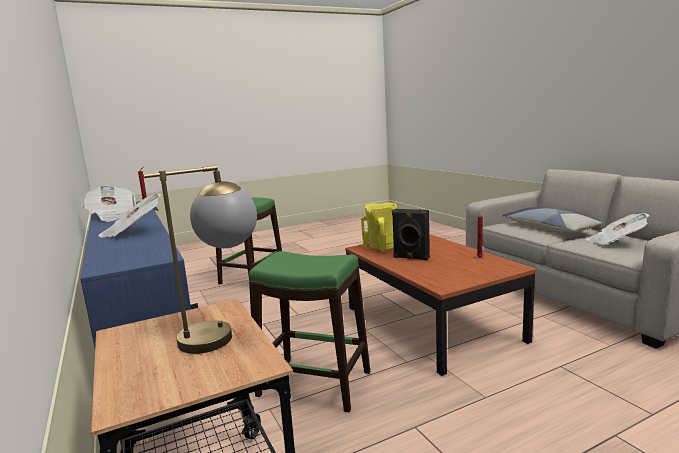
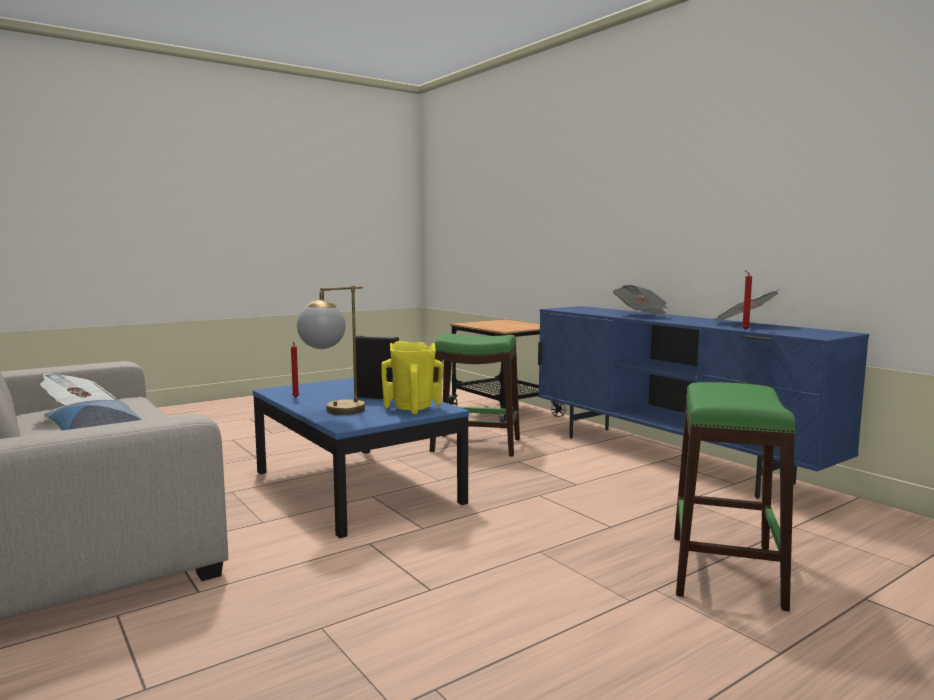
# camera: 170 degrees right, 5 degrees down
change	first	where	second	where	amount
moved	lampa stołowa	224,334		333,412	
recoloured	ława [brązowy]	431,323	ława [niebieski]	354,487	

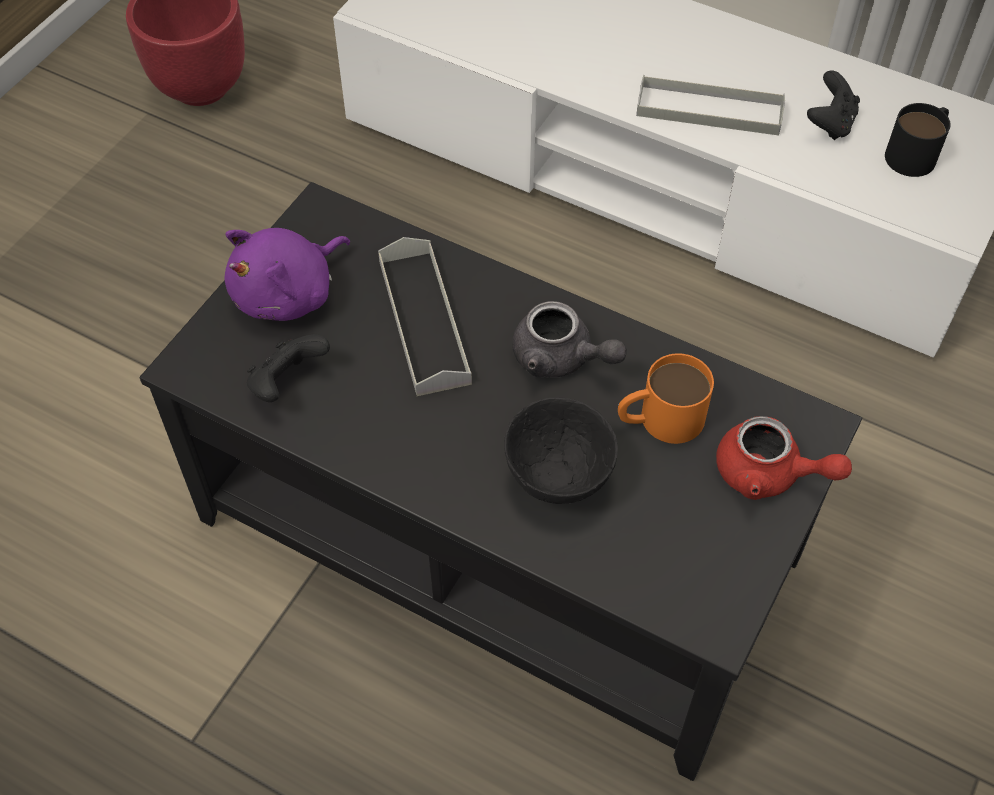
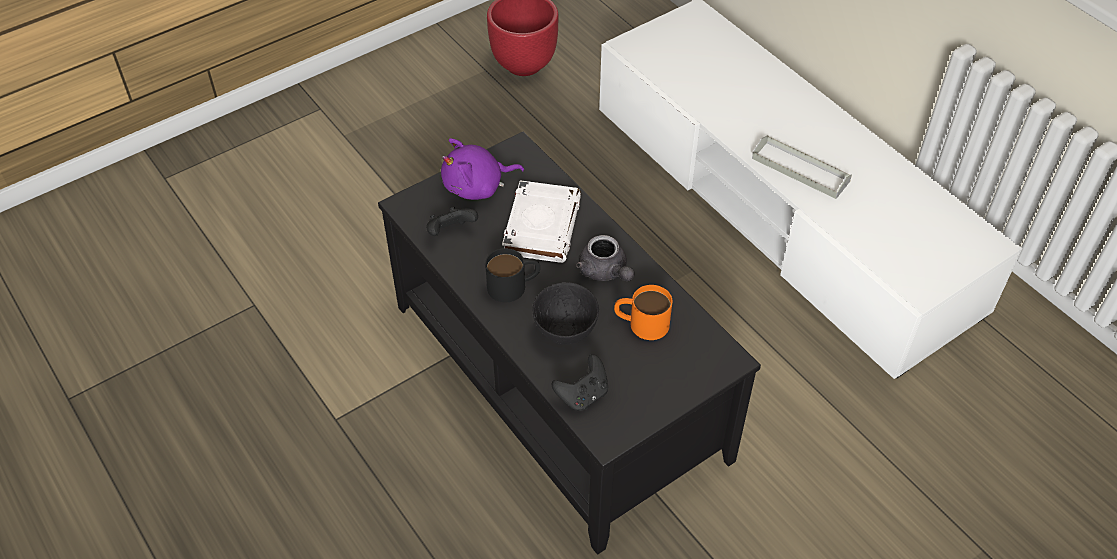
# camera: 25 degrees right, 5 degrees down
change	first	where	second	where	amount
removed	imbryk [czerwony]	769,474			
moved	pad do gier [czarny]	830,124		582,395	
moved	kubek [czarny]	917,153		514,285	
replaced	taca [szary]	424,321	książka [biały]	541,225	

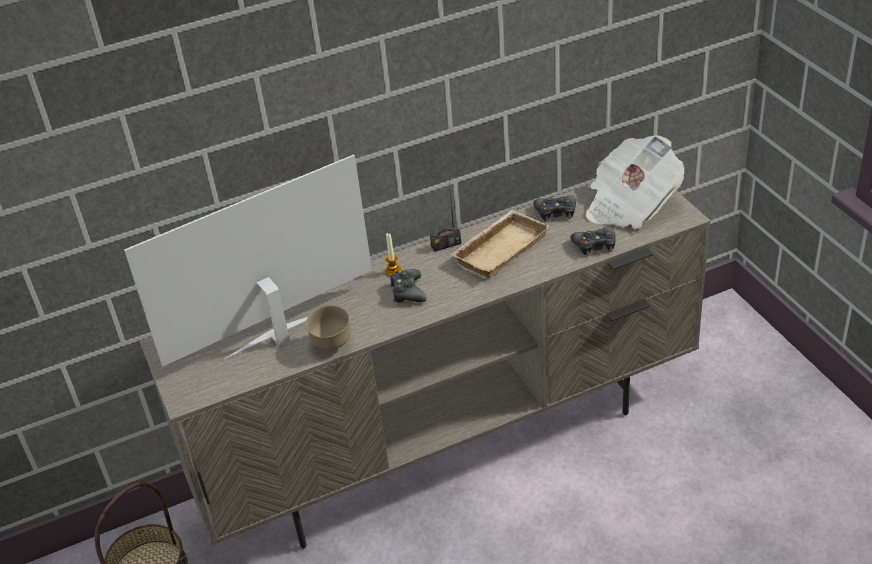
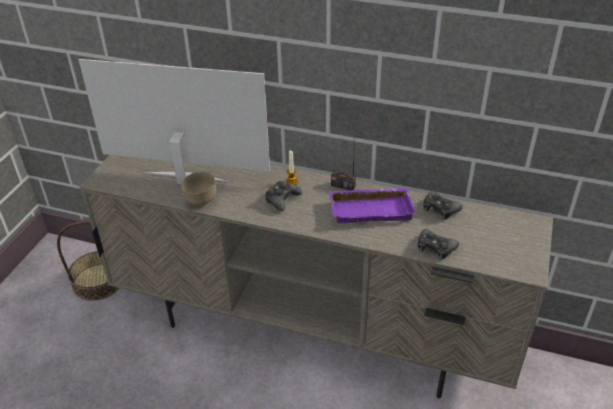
# camera: 40 degrees right, 0 degrees up
change	first	where	second	where	amount
removed	gazeta	630,204			
recoloured	taca [beżowy]	499,248	taca [fioletowy]	371,209	

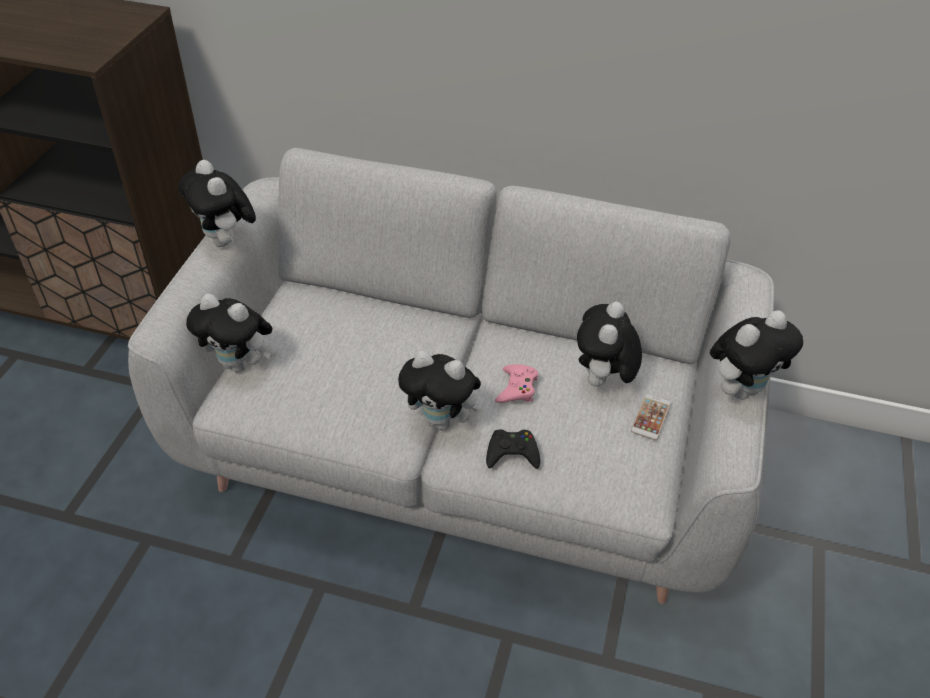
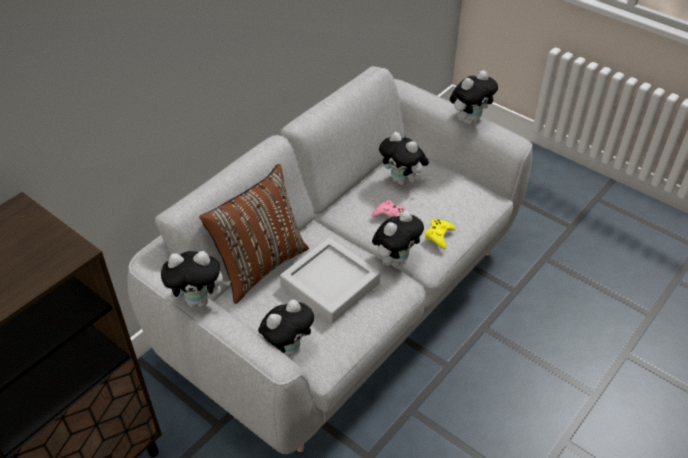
# camera: 65 degrees left, 0 degrees up
change	first	where	second	where	amount
removed	telefon	650,417			
added			poduszka [brązowy]	259,266	
added			taca [szary]	330,285	
recoloured	pad do gier [czarny]	512,453	pad do gier [żółty]	439,236	
turned	pluszak	741,389		469,120	60 degrees clockwise

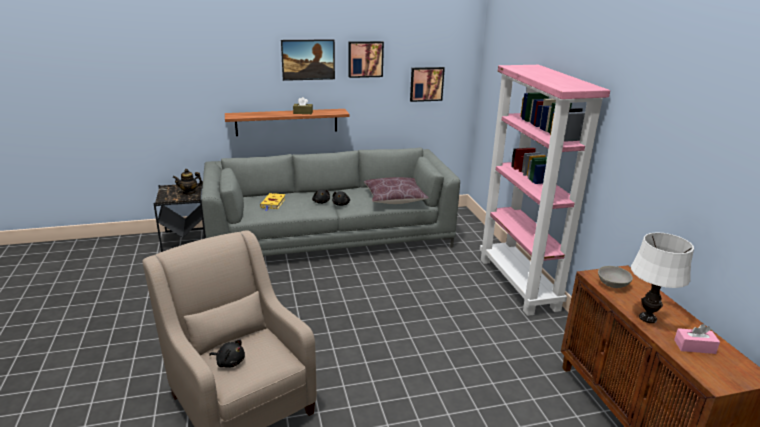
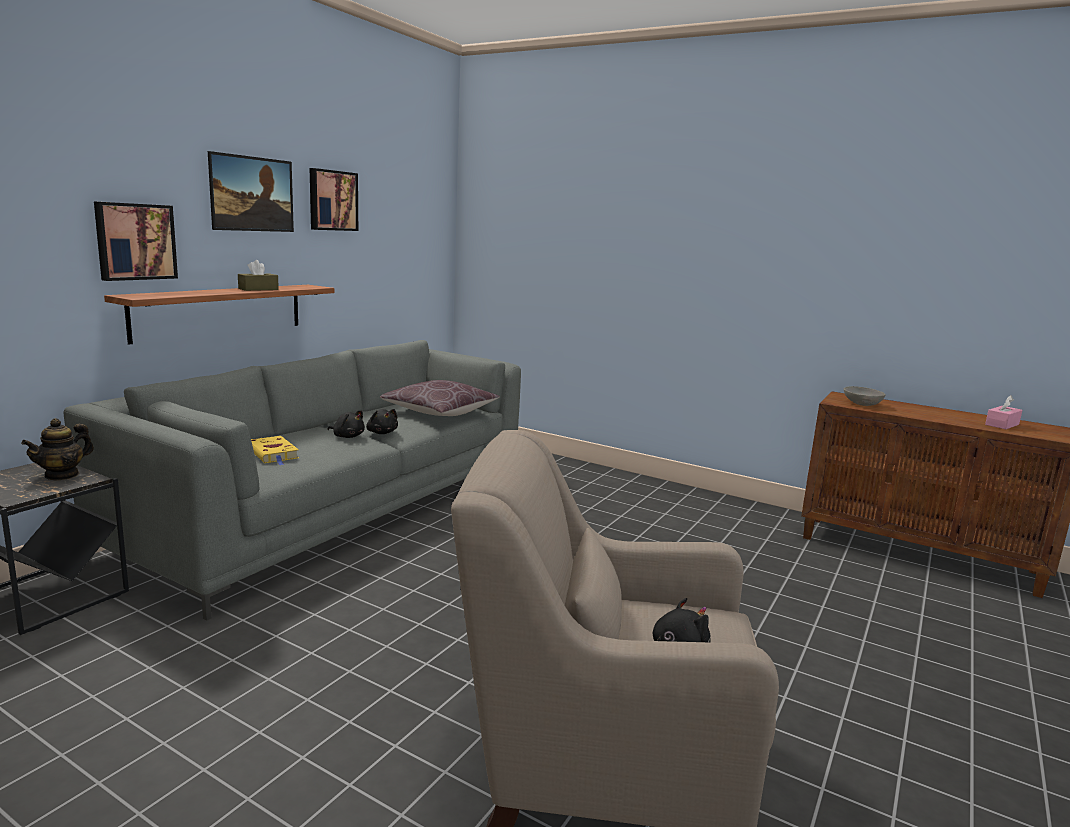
# camera: 45 degrees left, 10 degrees down
change	first	where	second	where	amount
removed	regał [różowy]	519,284			
removed	lampa stołowa [biały]	647,318			
moved	obraz	426,84		135,241	

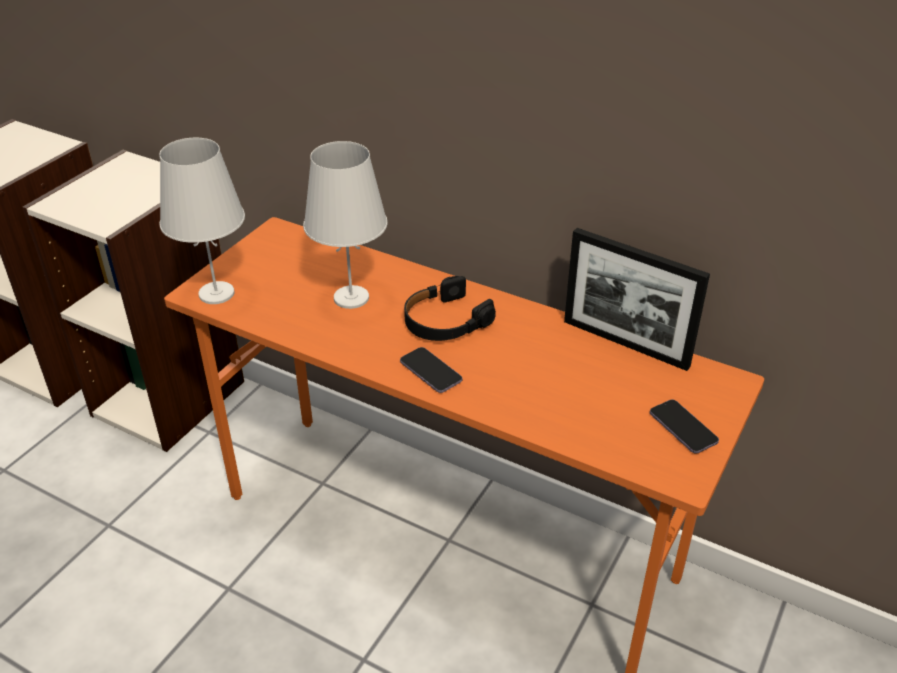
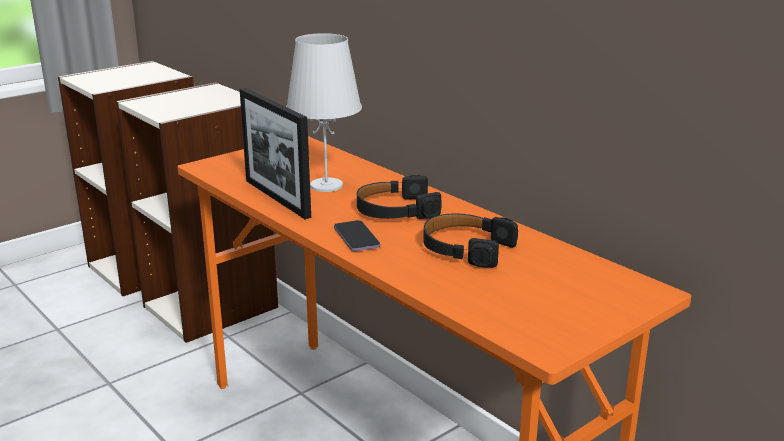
# camera: 20 degrees right, 15 degrees down
change	first	where	second	where	amount
removed	lampa stołowa [biały]	216,293			
removed	telefon	683,428			
added			słuchawki [czarny]	466,248	
moved	ramka na zdjęcie	625,343		277,198	

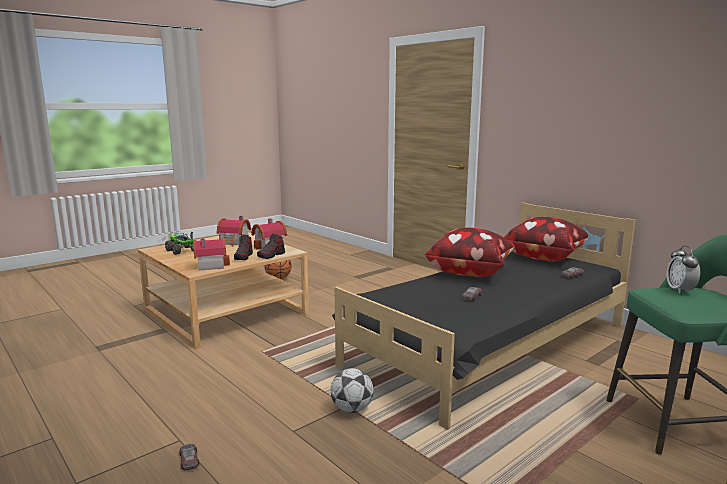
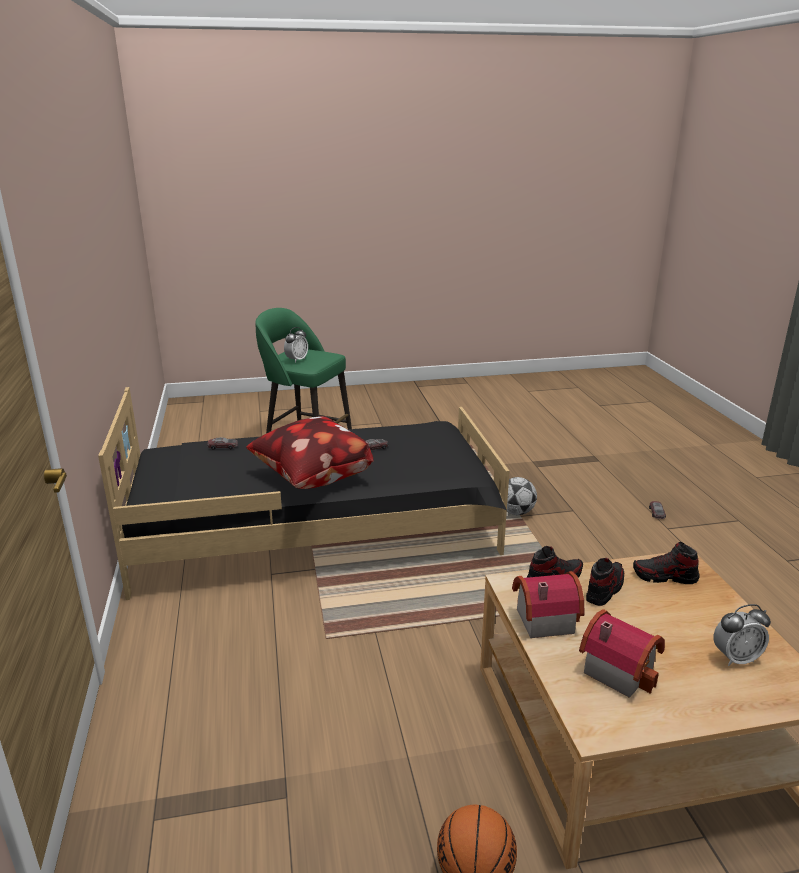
# camera: 150 degrees left, 10 degrees up
change	first	where	second	where	amount
removed	poduszka	544,257			
replaced	ciężarówka zabawkowa	182,251	budzik	735,658	
replaced	domek	210,265	but	664,577	

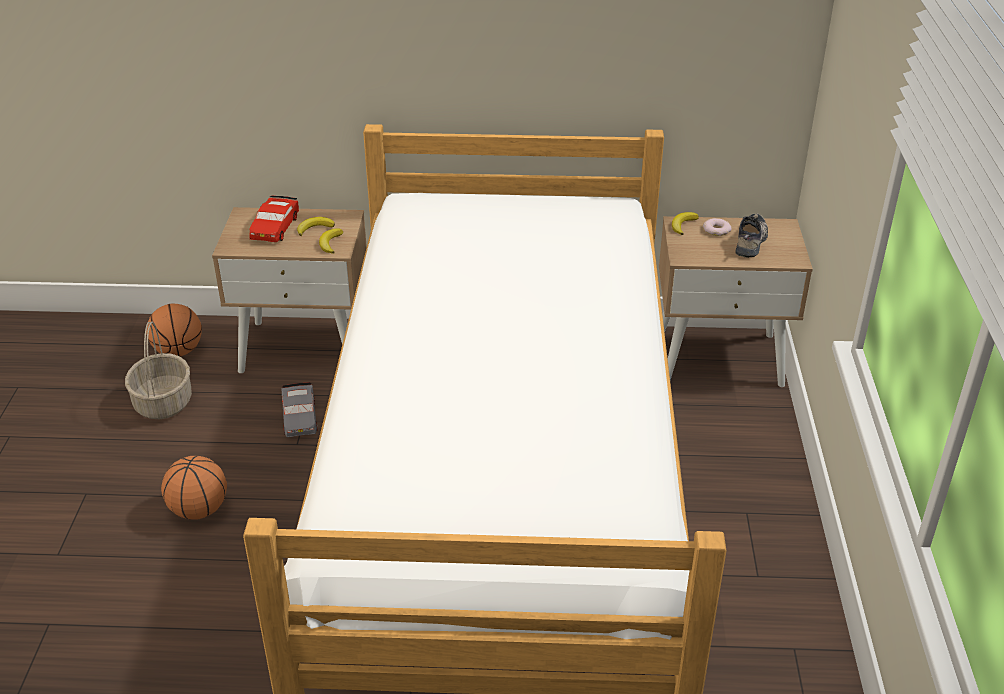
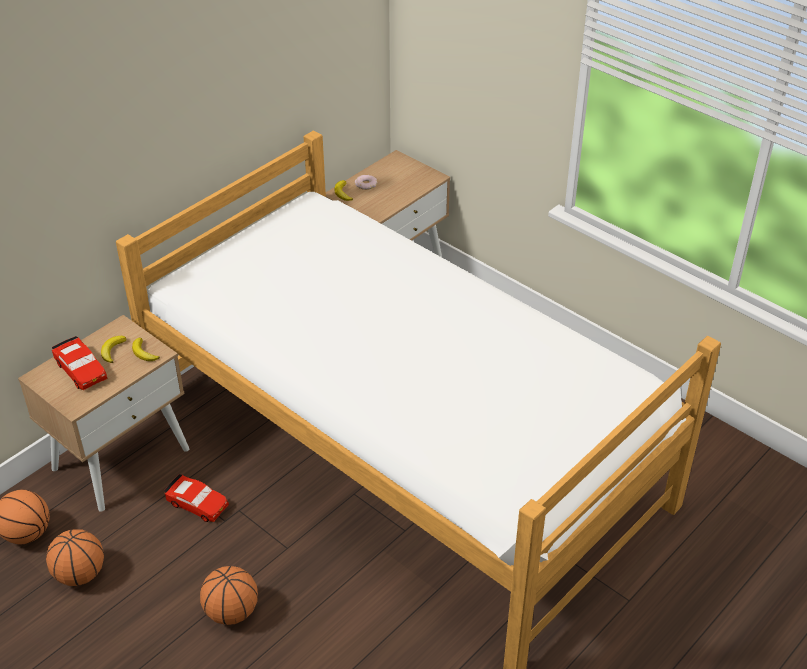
# camera: 50 degrees left, 5 degrees up
change	first	where	second	where	amount
removed	but	752,241			
replaced	koszyk	163,402	piłka do koszykówki	80,574	
recoloured	samochodzik [szary]	299,417	samochodzik [czerwony]	197,504	

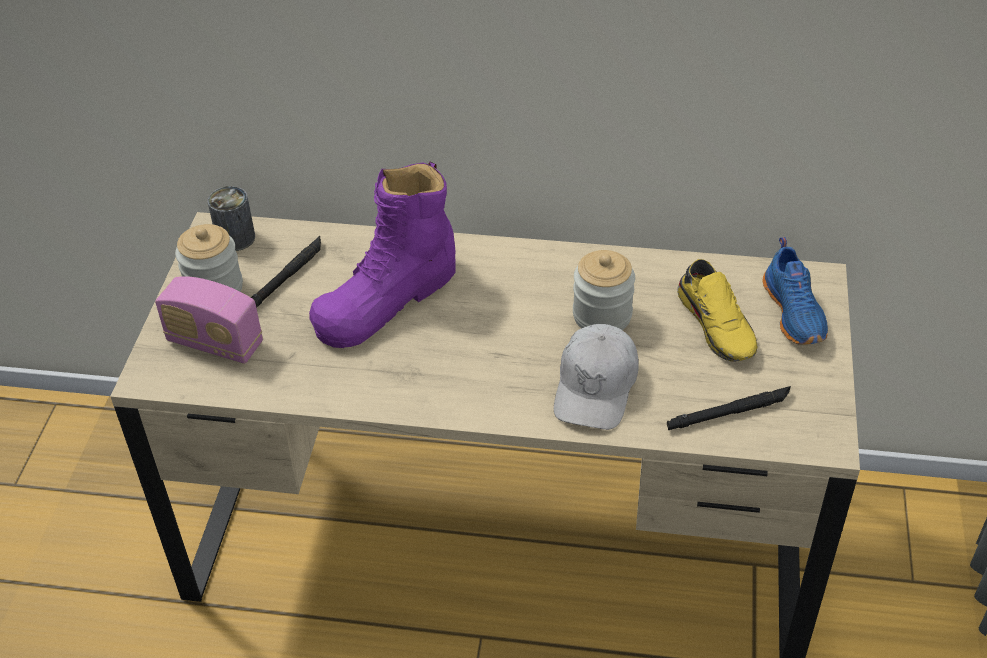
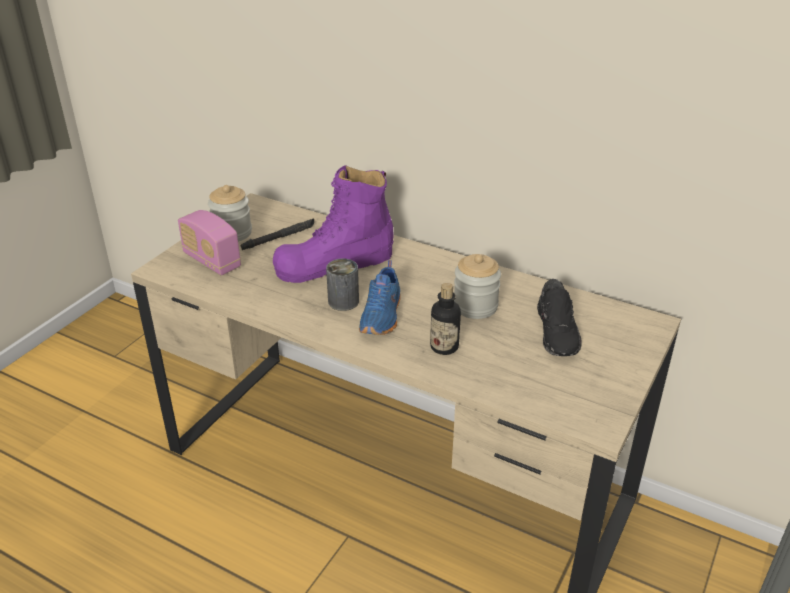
# camera: 20 degrees right, 10 degrees down
change	first	where	second	where	amount
removed	latarka [czarny]	729,412			
moved	puszka	236,238		343,301	
moved	but [niebieski]	795,312		382,316	
replaced	czapka z daszkiem [biały]	596,387	butelka	444,347	
recoloured	but [żółty]	718,325	but [czarny]	558,332	

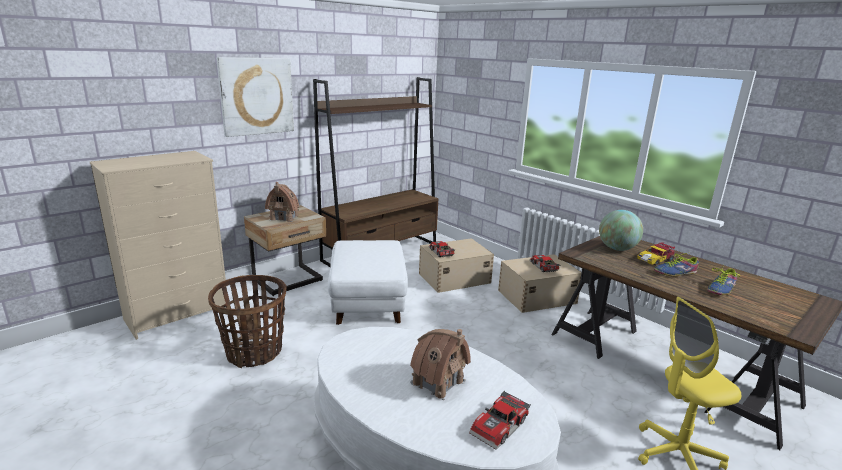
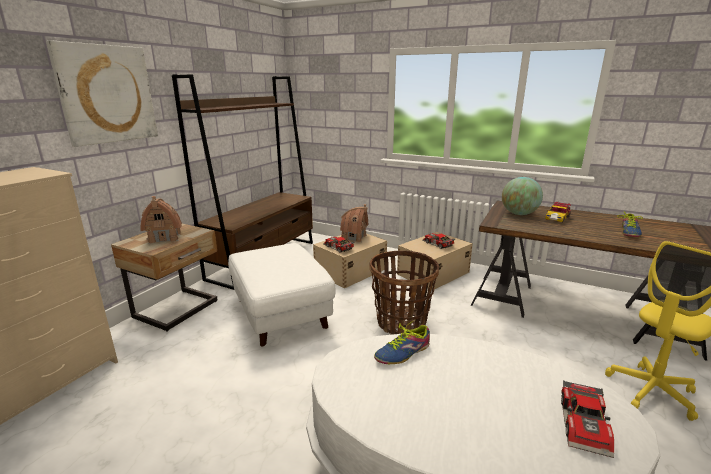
# camera: 20 degrees left, 0 degrees up
change	first	where	second	where	amount
moved	koszyk	254,352		401,322	
moved	domek	438,382		354,237	
moved	but	675,272		403,353	

